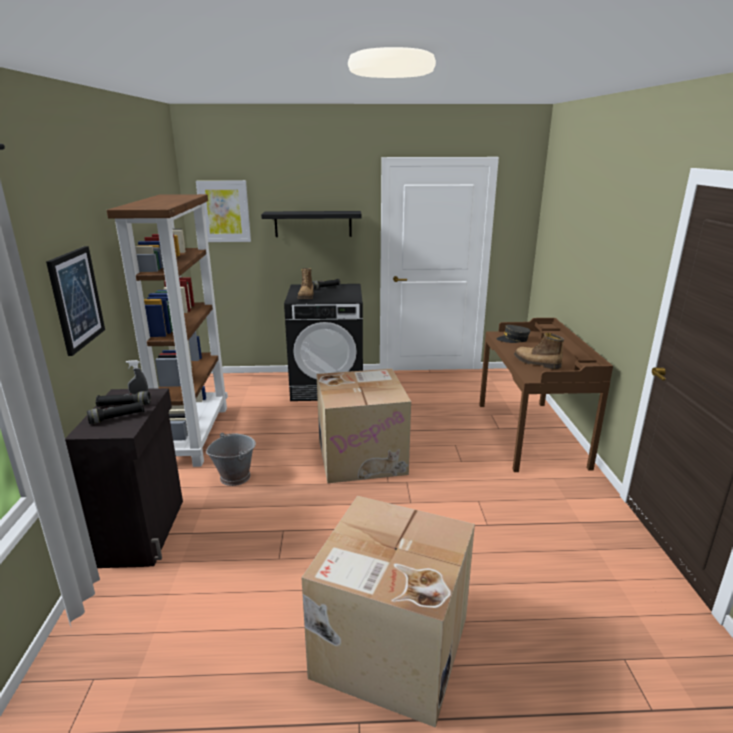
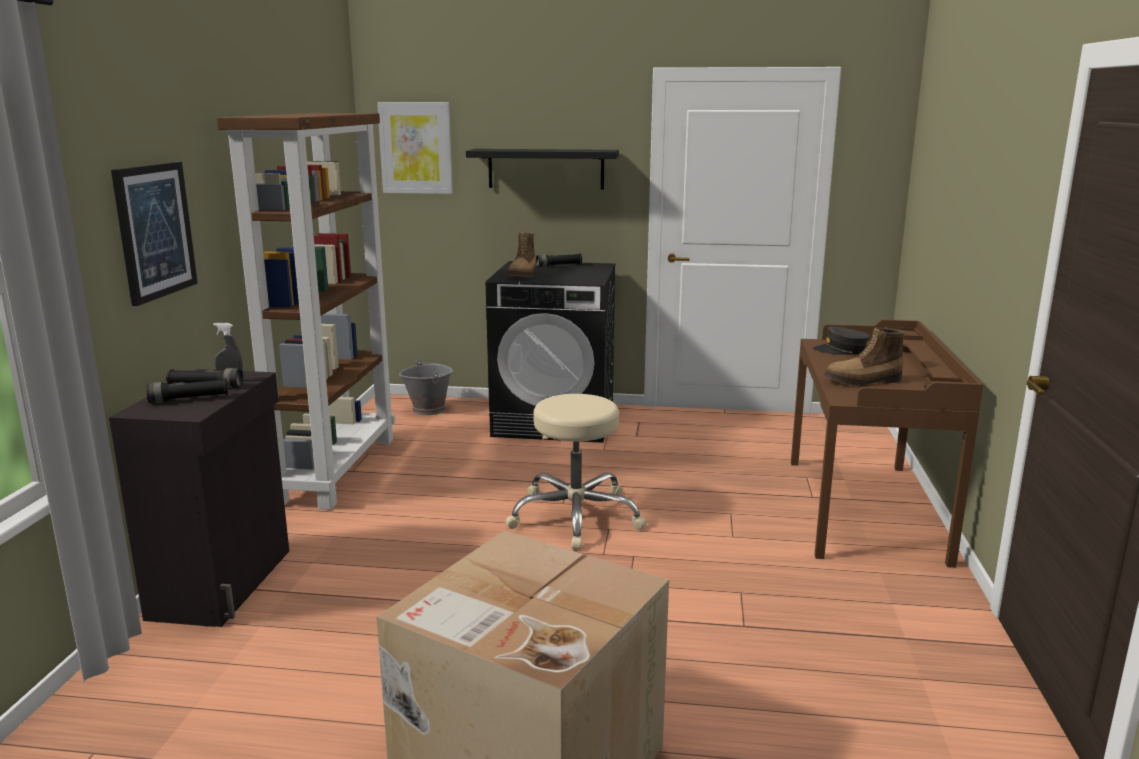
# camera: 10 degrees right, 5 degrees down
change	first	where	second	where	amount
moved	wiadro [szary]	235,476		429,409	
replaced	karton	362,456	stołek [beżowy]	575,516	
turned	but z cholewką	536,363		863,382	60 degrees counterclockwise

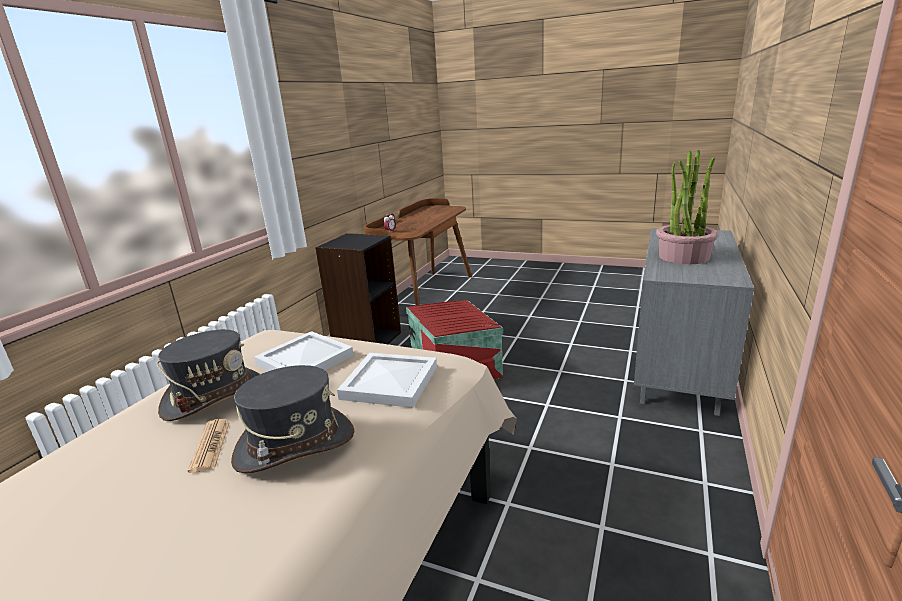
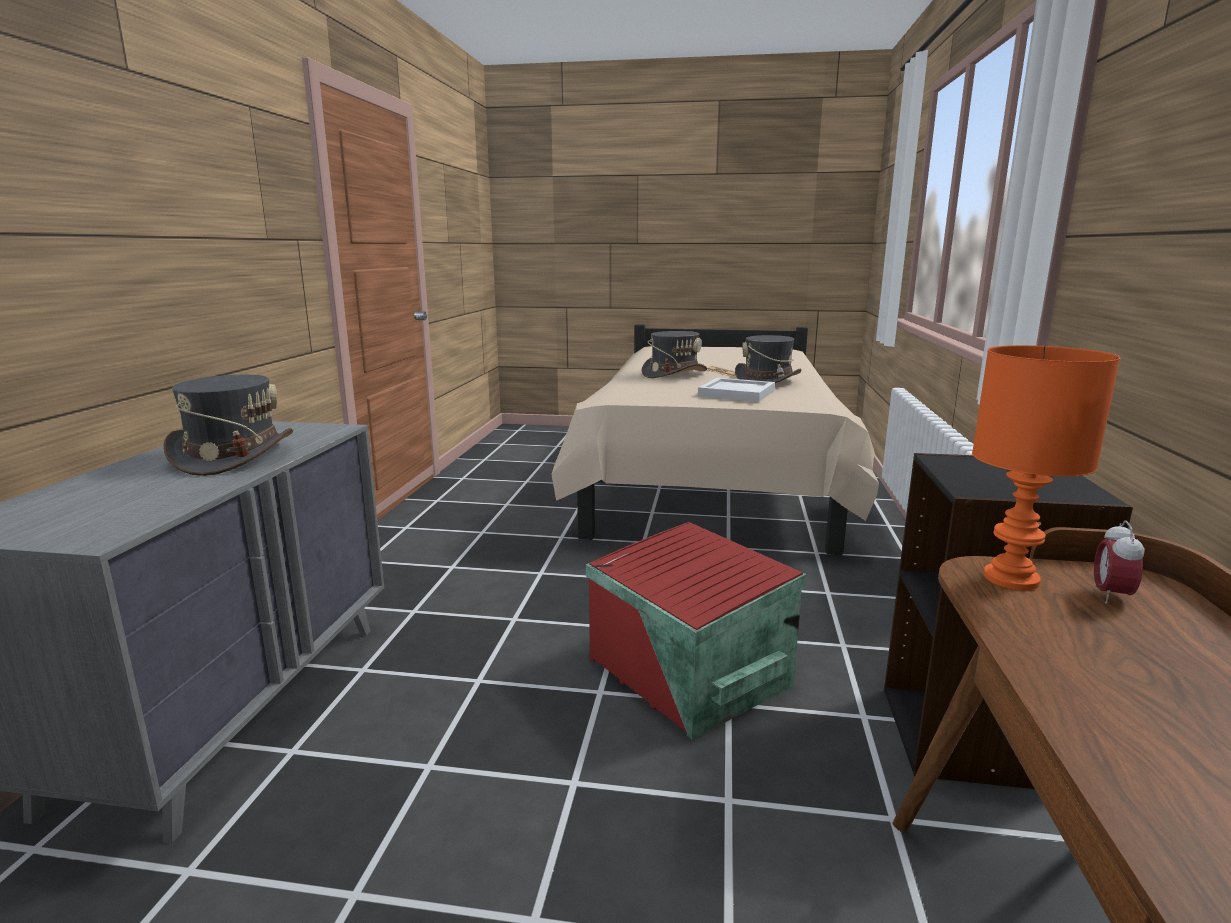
# camera: 165 degrees right, 5 degrees down
change	first	where	second	where	amount
removed	taca [biały]	389,381			
added			lampa stołowa [pomarańczowy]	1008,578	
replaced	roślina doniczkowa	683,257	kapelusz [szary]	233,456	

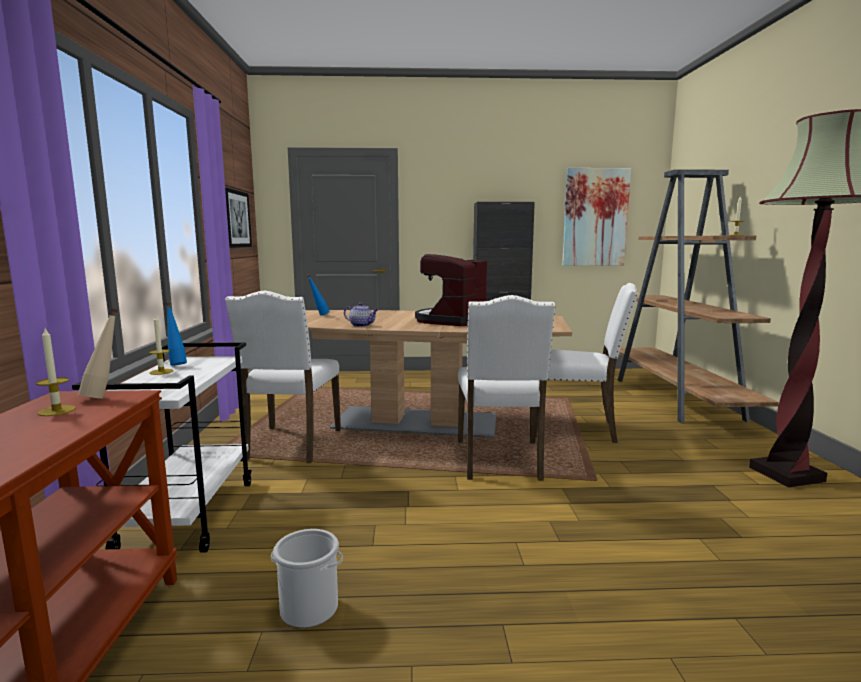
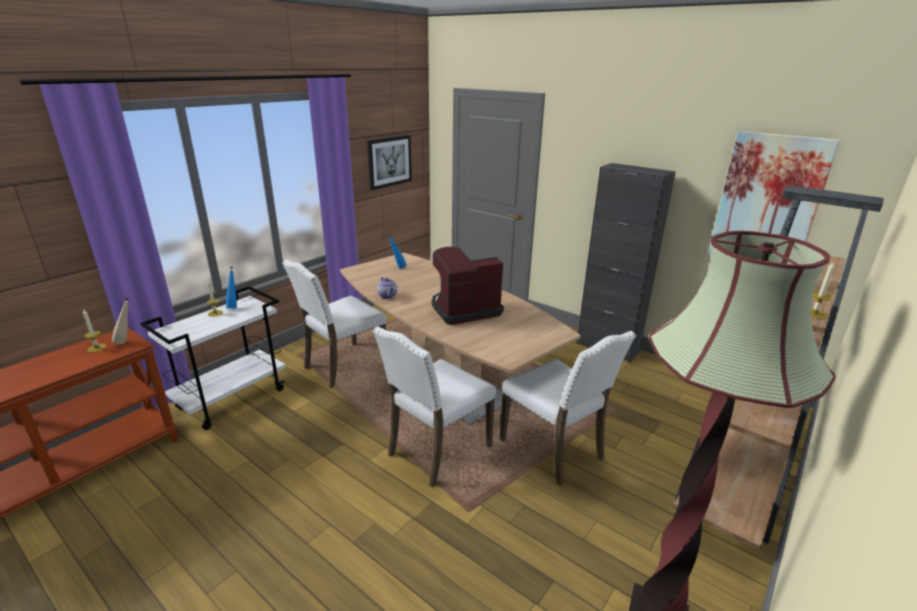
# camera: 40 degrees right, 15 degrees up
change	first	where	second	where	amount
removed	wiadro	308,609			

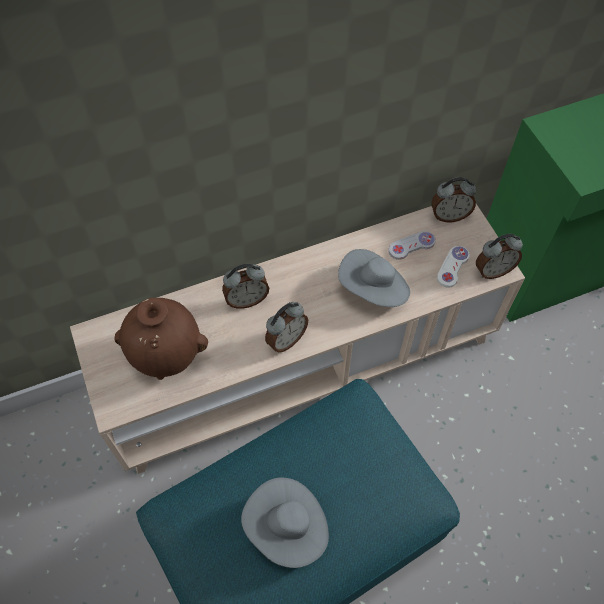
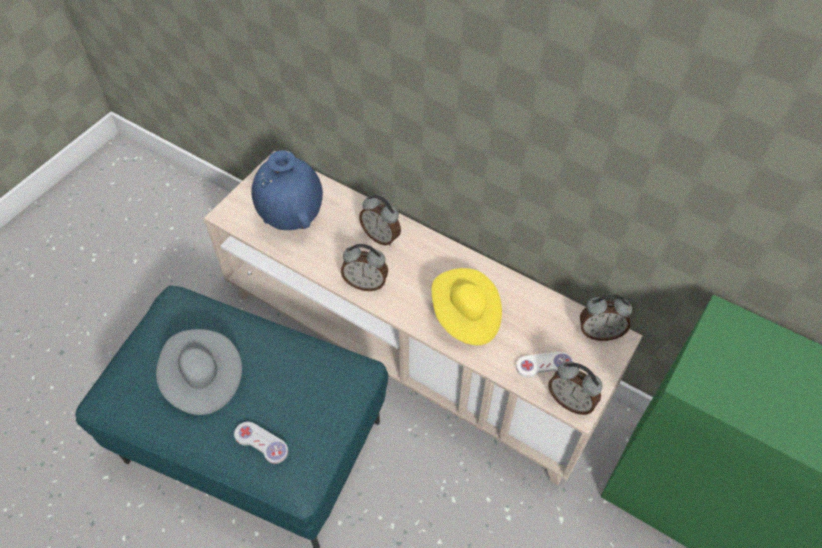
# camera: 55 degrees right, 5 degrees down
change	first	where	second	where	amount
moved	pad do gier [biały]	411,246		261,443	
recoloured	wazon [brązowy]	167,356	wazon [niebieski]	292,219	
recoloured	kapelusz [szary]	373,289	kapelusz [żółty]	466,317	
turned	budzik	449,215		599,332	45 degrees counterclockwise

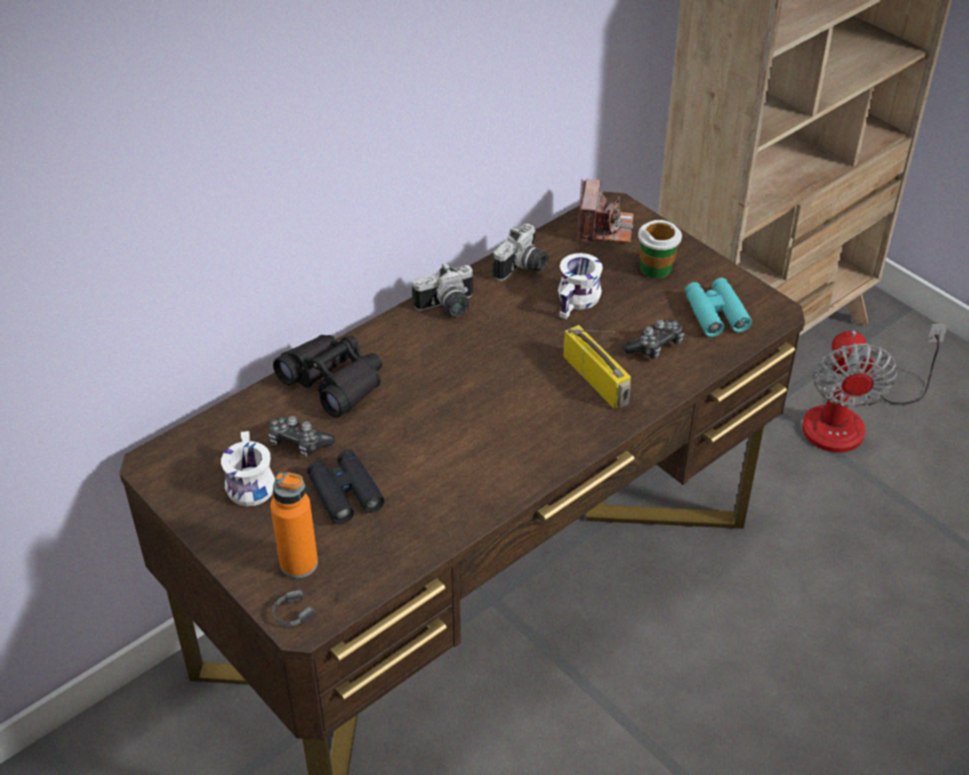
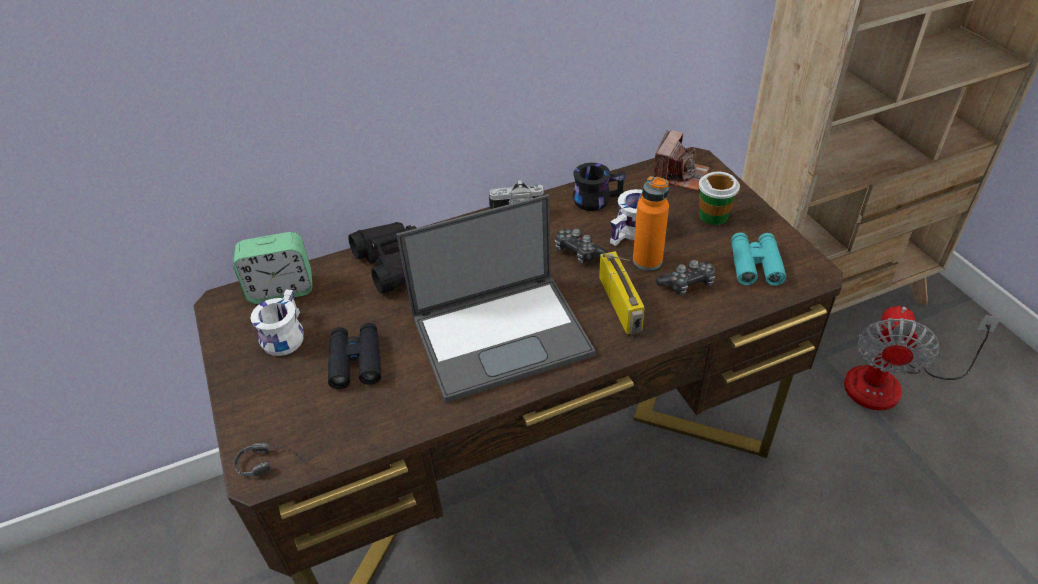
# camera: 20 degrees right, 0 degrees up
change	first	where	second	where	amount
added			budzik	281,290	
added			laptop	503,334	
moved	pad do gier	299,443		578,252	
moved	butelka [pomarańczowy]	298,563		647,260	
replaced	aparat fotograficzny	523,268	kubek [czarny]	596,197	

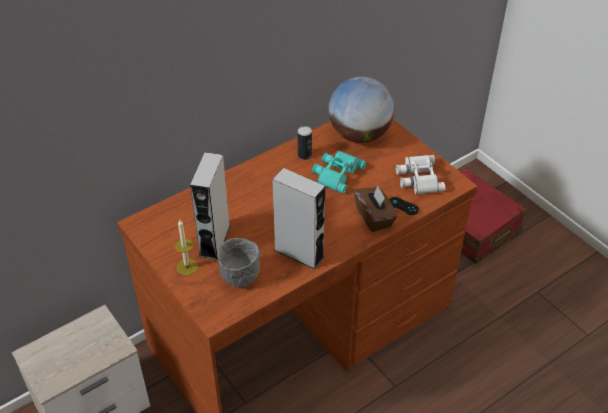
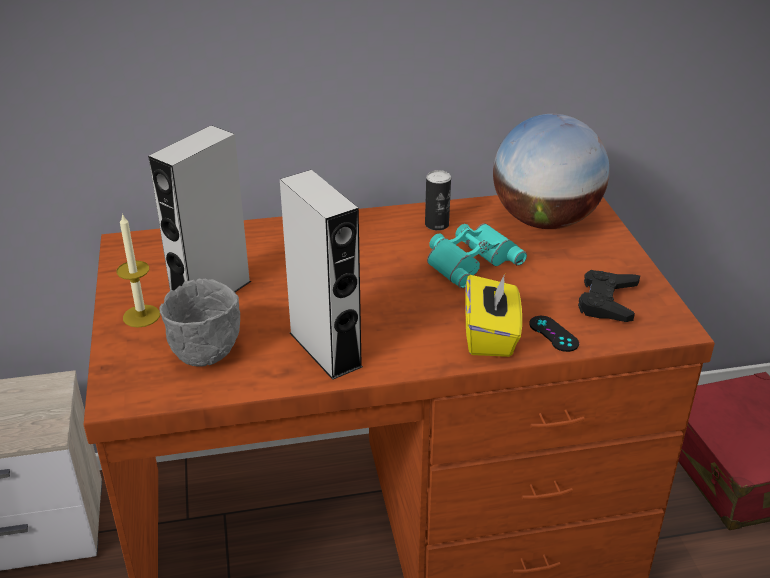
# camera: 25 degrees right, 10 degrees down
change	first	where	second	where	amount
replaced	lornetka [biały]	418,178	pad do gier [czarny]	607,301	
recoloured	pudełko chusteczek [brązowy]	374,217	pudełko chusteczek [żółty]	491,336	

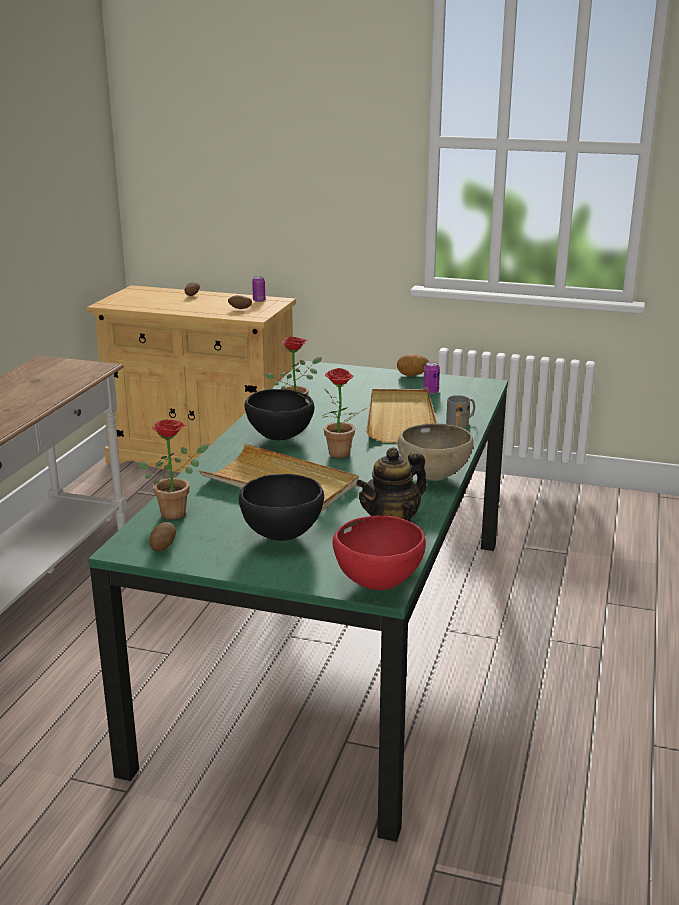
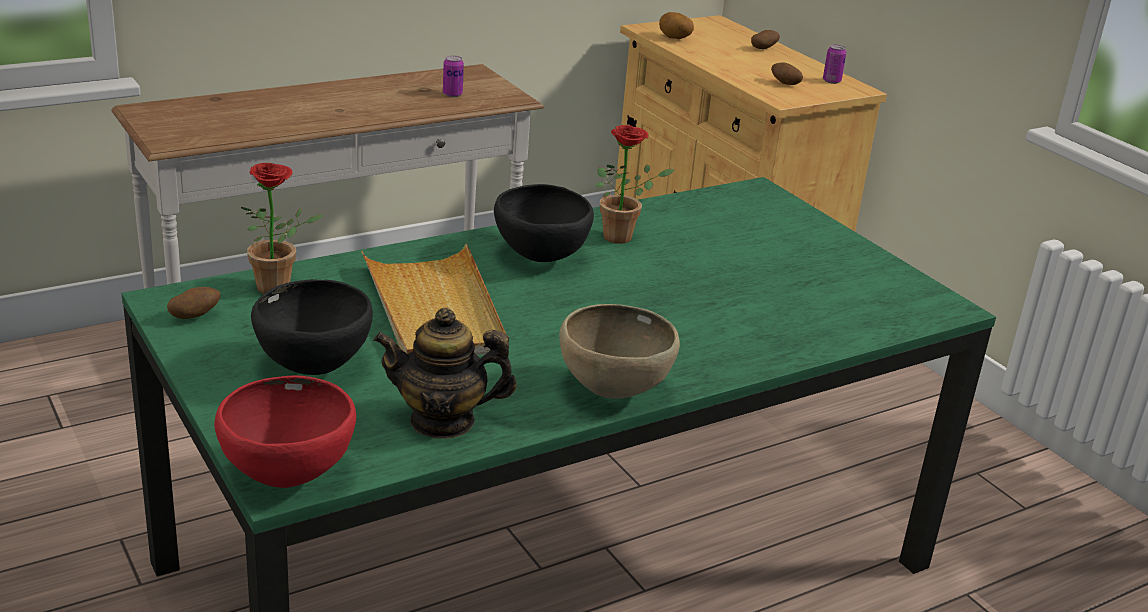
# camera: 40 degrees right, 5 degrees up
change	first	where	second	where	amount
removed	roślina doniczkowa	340,455			
removed	taca [beżowy]	401,419			
removed	kubek [szary]	461,423			
moved	ziemniak	412,375		674,38	
moved	puszka	431,392		452,94	

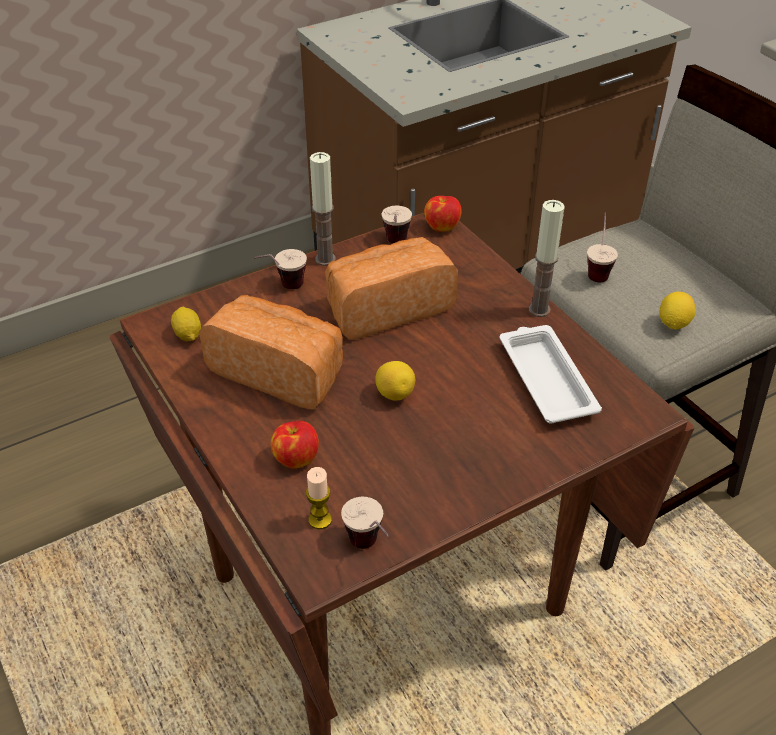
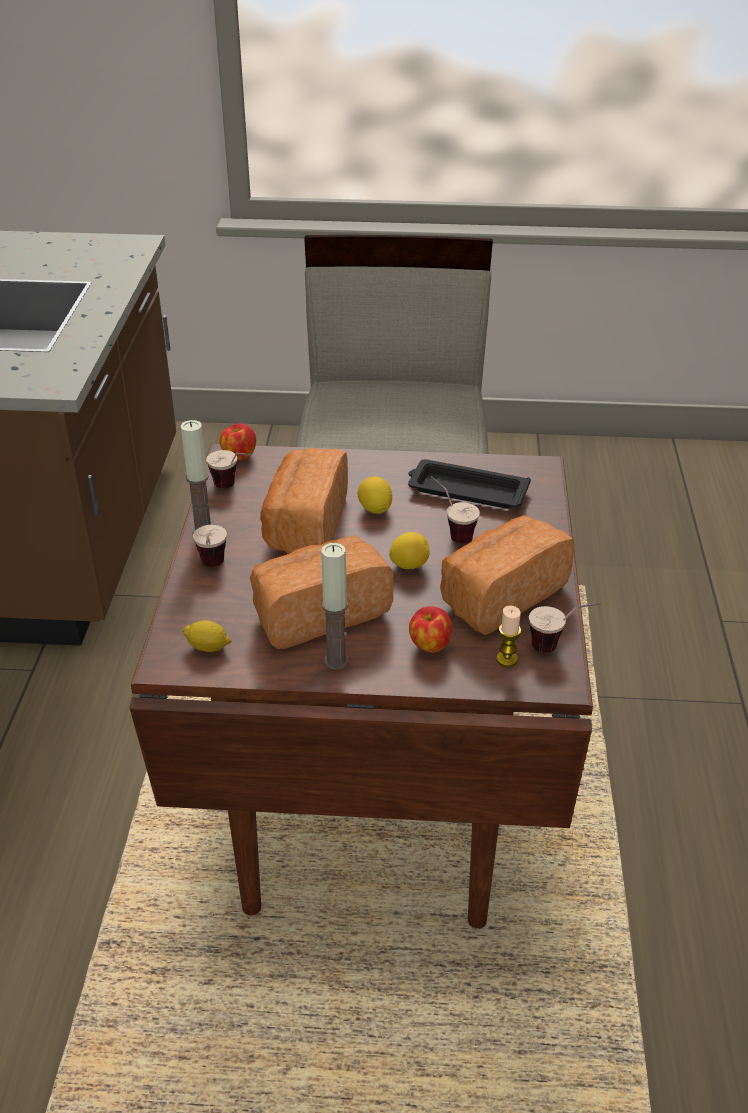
# camera: 55 degrees left, 5 degrees down
change	first	where	second	where	amount
added			chleb	500,595	
moved	świeca	539,310		336,661	
moved	filiżanka	598,269		451,532	
moved	cytryna	673,323		375,509	
recoloured	taca [biały]	545,378	taca [czarny]	466,491	

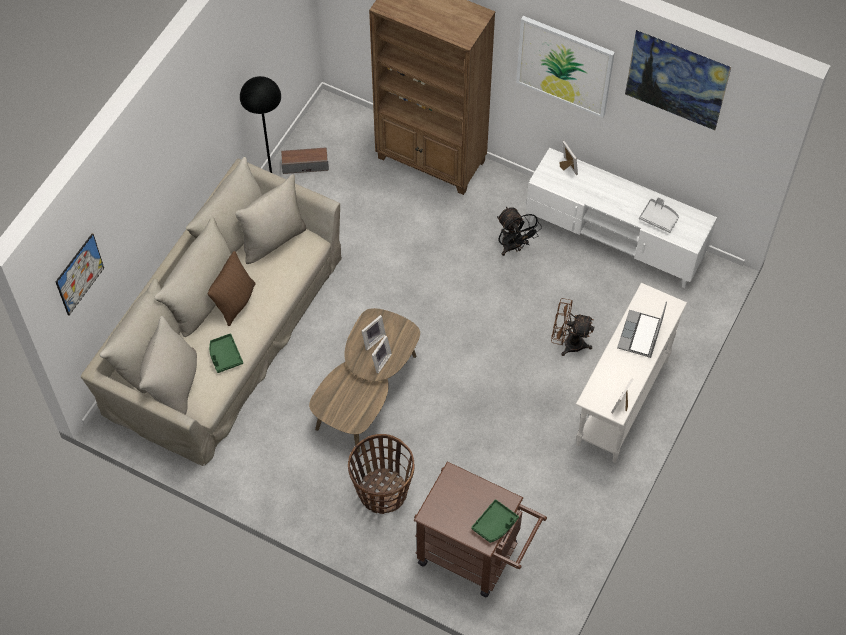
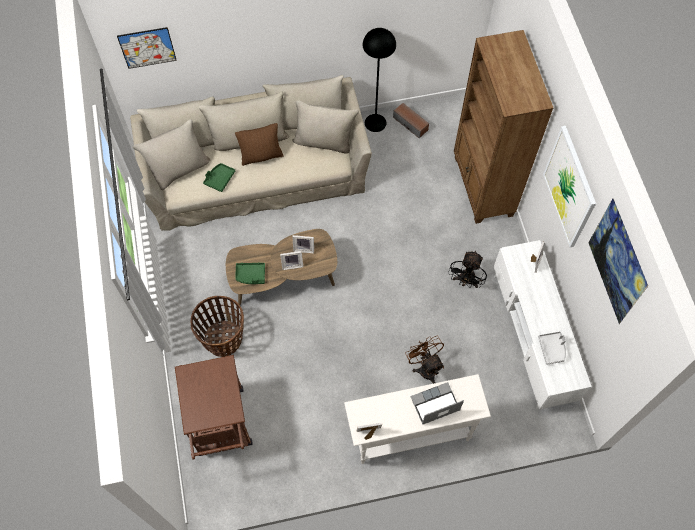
# camera: 50 degrees right, 5 degrees up
change	first	where	second	where	amount
moved	taca [zielony]	495,524		251,275	

